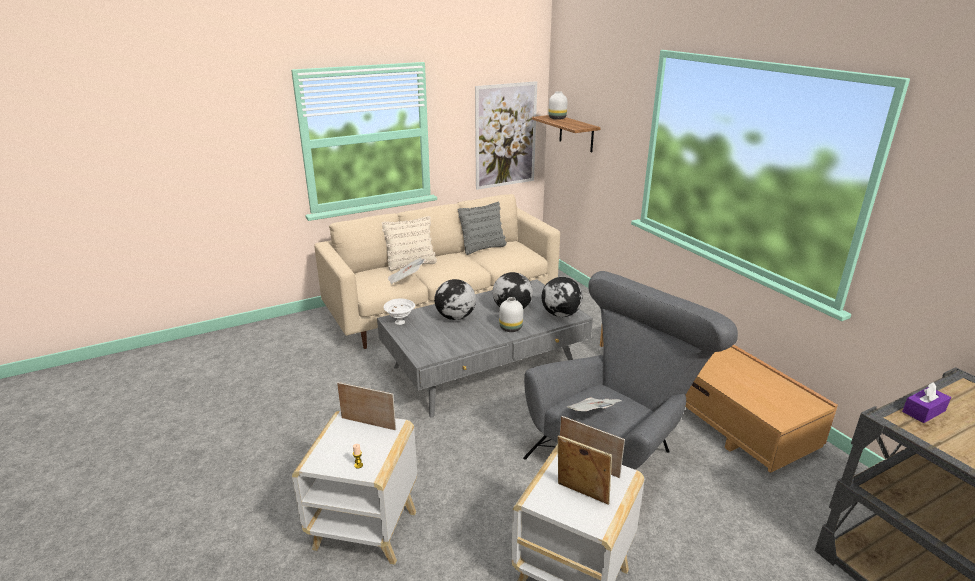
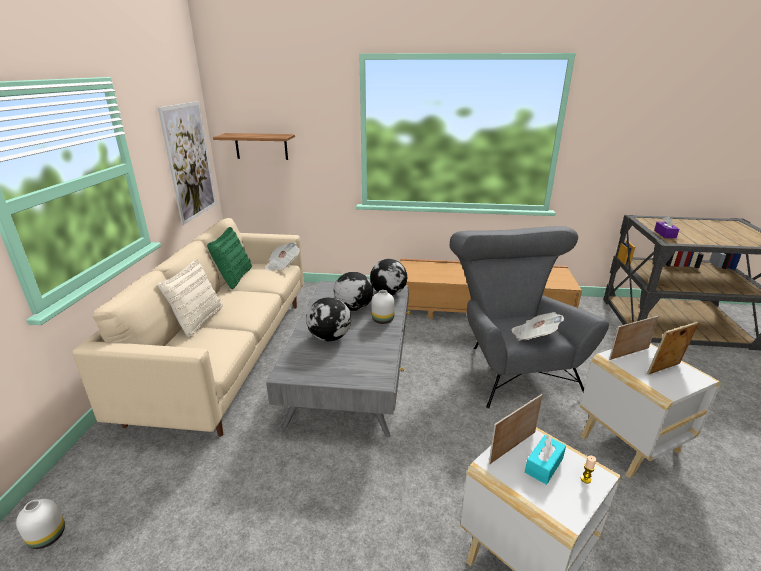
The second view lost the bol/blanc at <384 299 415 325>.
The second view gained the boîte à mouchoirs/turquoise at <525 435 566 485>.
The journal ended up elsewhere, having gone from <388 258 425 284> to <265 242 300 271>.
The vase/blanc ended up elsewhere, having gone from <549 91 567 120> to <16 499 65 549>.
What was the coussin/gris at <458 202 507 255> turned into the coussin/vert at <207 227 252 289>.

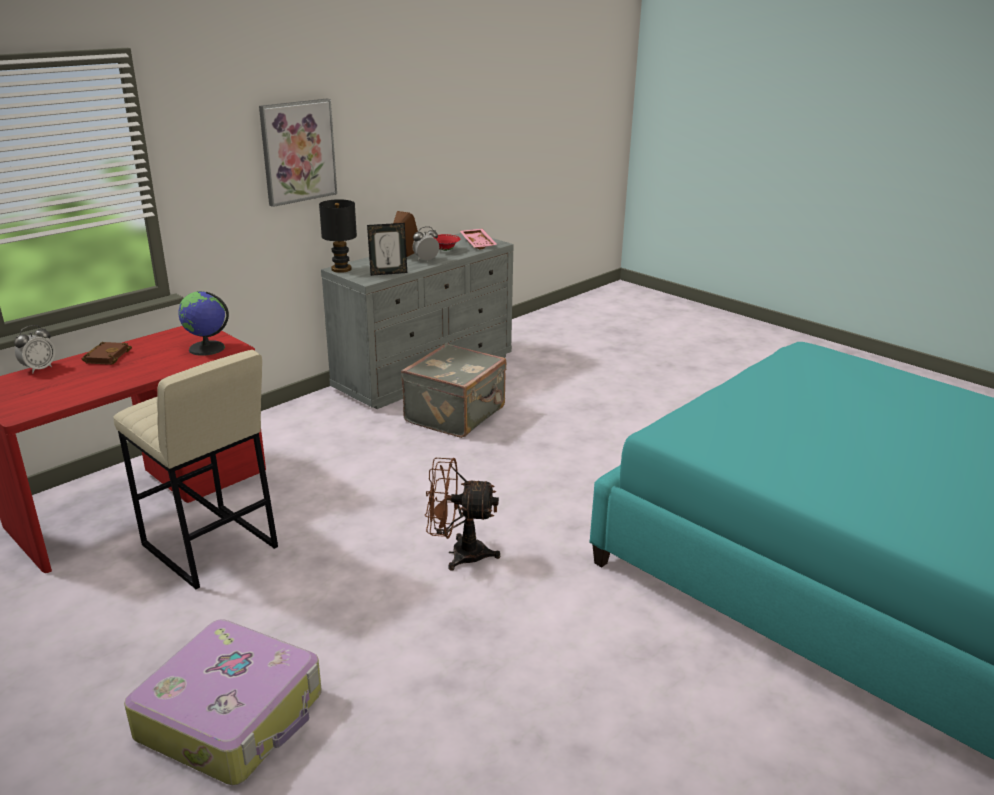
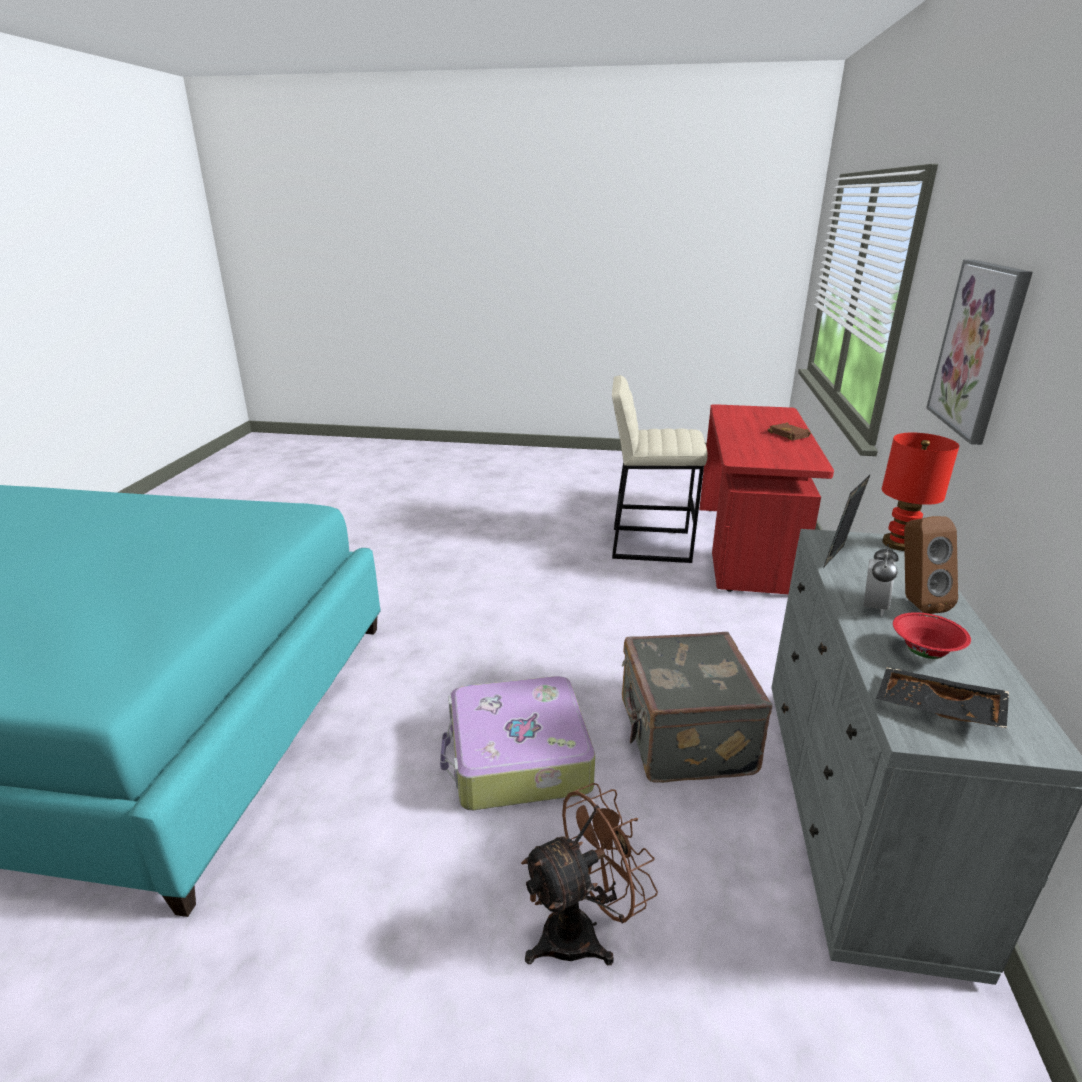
The second view lost the réveil at <14 325 55 373>.
The second view lost the globe at <178 291 229 356>.
The valise ended up elsewhere, having gone from <124 619 321 785> to <440 676 595 810>.
The ventilateur/marron ended up elsewhere, having gone from <425 458 500 570> to <521 783 658 965>.
What was the lampe de table/noir at <319 199 357 273> turned into the lampe de table/rouge at <882 433 959 551>.
What was the plateau/rose at <460 229 497 250> turned into the plateau/noir at <876 668 1009 728>.

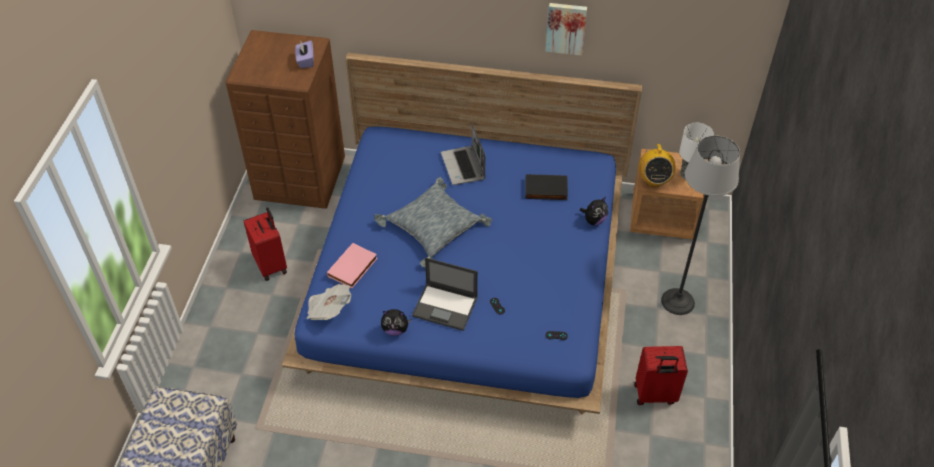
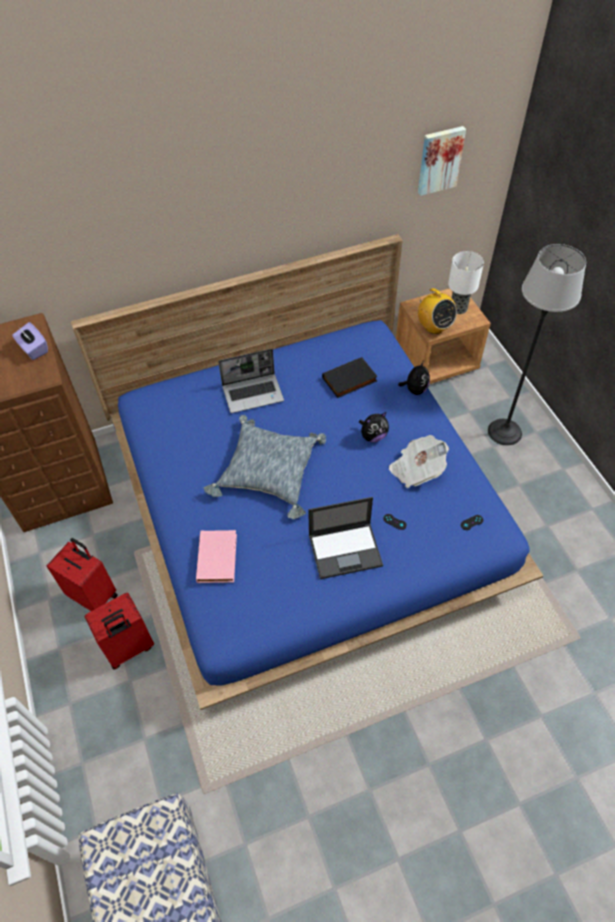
The journal ended up elsewhere, having gone from <307 284 351 320> to <389 435 449 488>.
The peluche ended up elsewhere, having gone from <381 309 412 336> to <359 412 389 442>.
The tableau ended up elsewhere, having gone from <546 3 587 56> to <418 126 466 196>.
The valise/rouge ended up elsewhere, having gone from <634 346 688 405> to <85 593 154 669>.
The ordinateur portable at <441 123 486 185> ended up facing another way, 60 degrees counterclockwise from before.

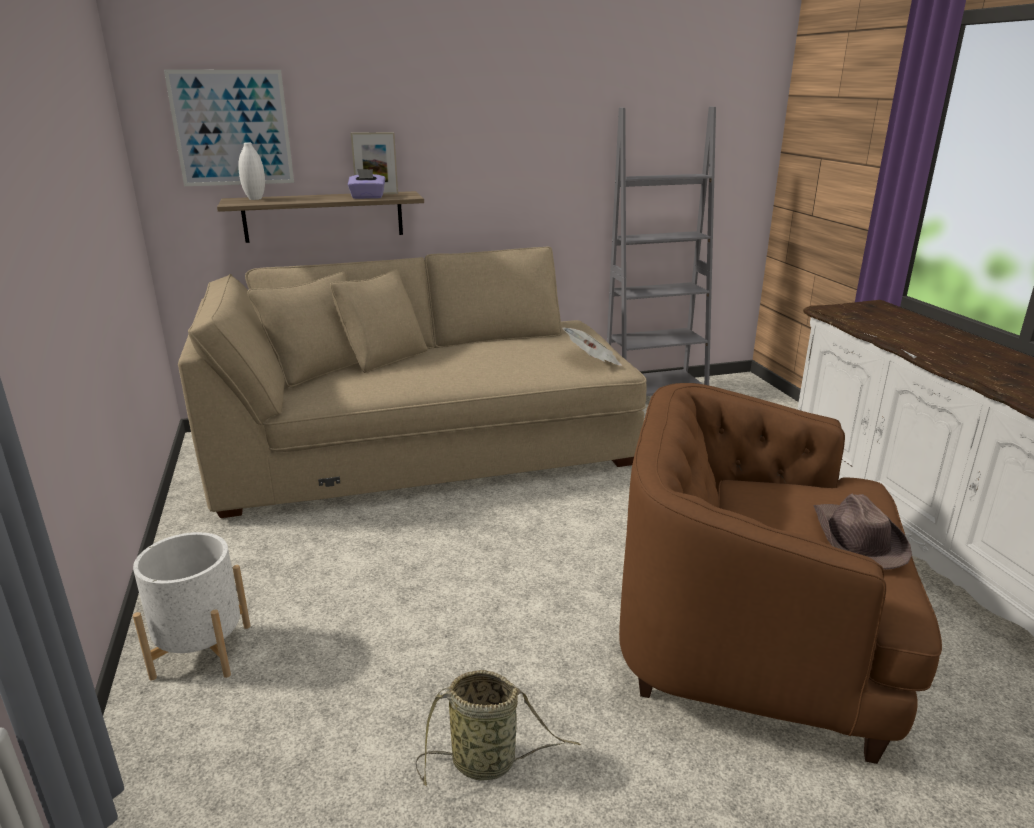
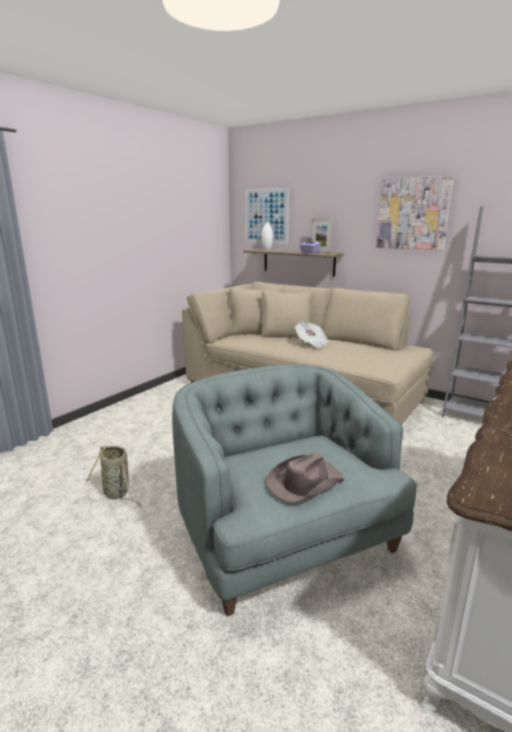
The second view lost the cache-pot/blanc at <133 532 251 681>.
The second view gained the tableau at <376 176 454 250>.
The journal ended up elsewhere, having gone from <562 327 622 366> to <295 321 329 349>.
What was the fauteuil/marron at <619 383 942 764> turned into the fauteuil/gris at <172 364 417 616>.

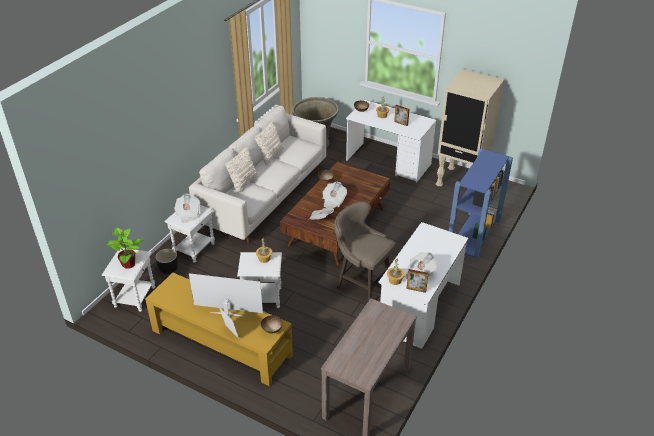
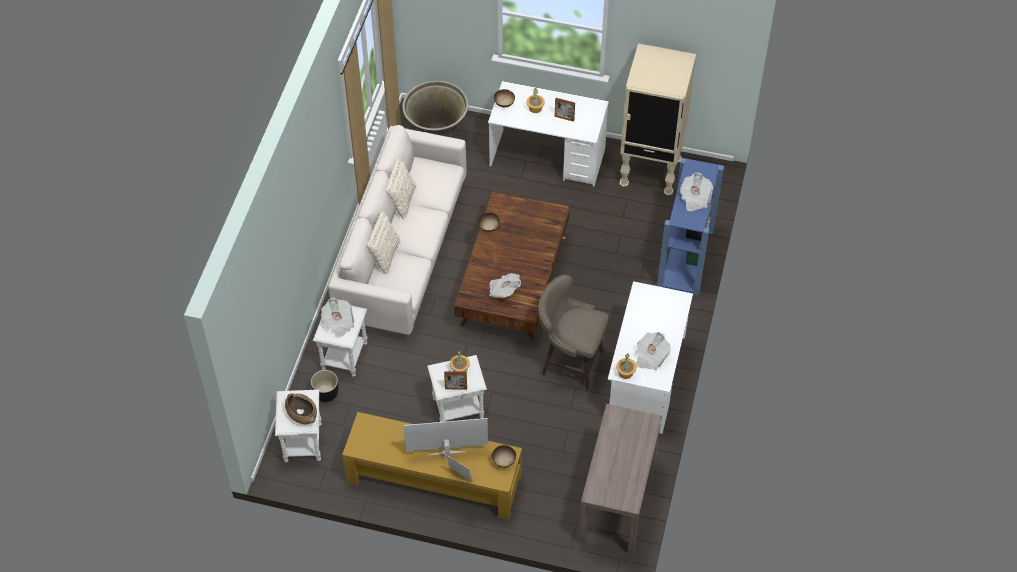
The journal ended up elsewhere, having gone from <322 182 347 208> to <680 173 713 211>.
The cadre photo ended up elsewhere, having gone from <407 269 428 293> to <444 372 467 390>.
Where the plante en pot stood at <106 227 144 269>, the bol/marron came to stand at <285 393 317 424>.

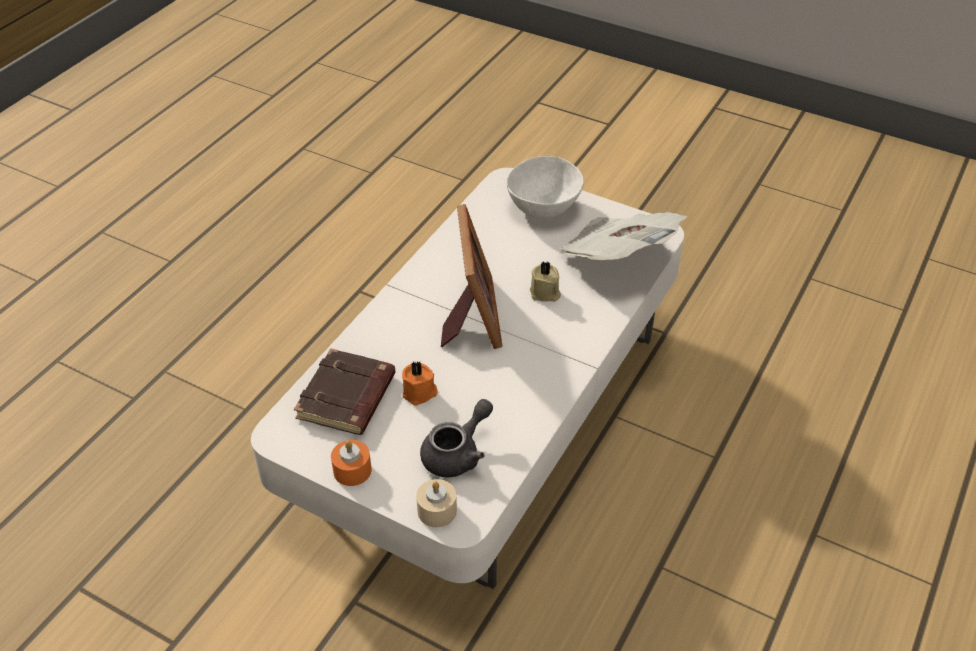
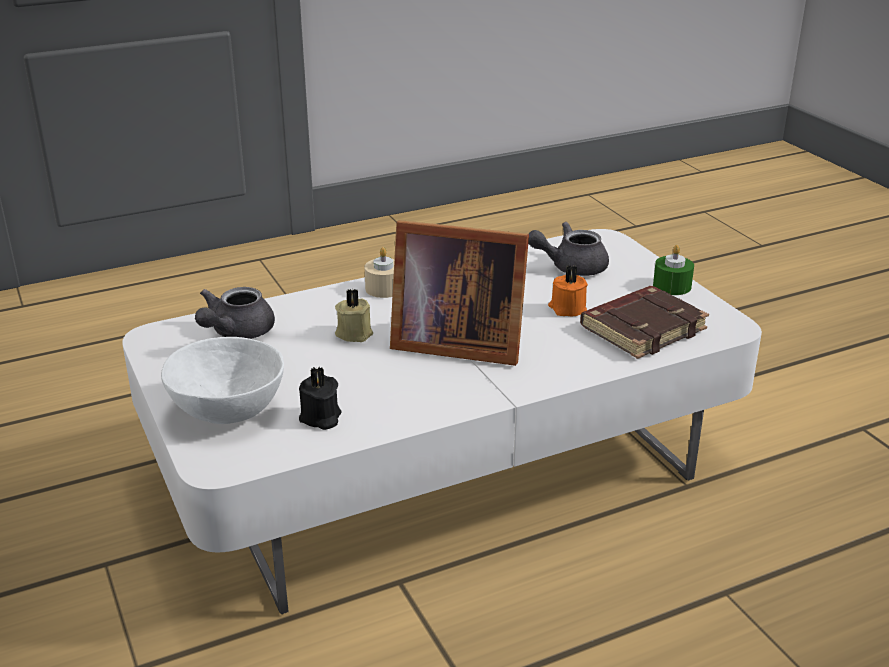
The second view gained the bougie/noir at <299 366 342 430>.
The bougie/beige ended up elsewhere, having gone from <416 479 457 527> to <364 247 394 298>.
Where the journal stood at <559 212 687 260>, the théière/gris came to stand at <195 287 275 339>.
What was the bougie/orange at <331 440 372 486> turned into the bougie/vert at <653 245 694 295>.
The cadre photo at <441 204 503 349> ended up facing another way, 105 degrees counterclockwise from before.

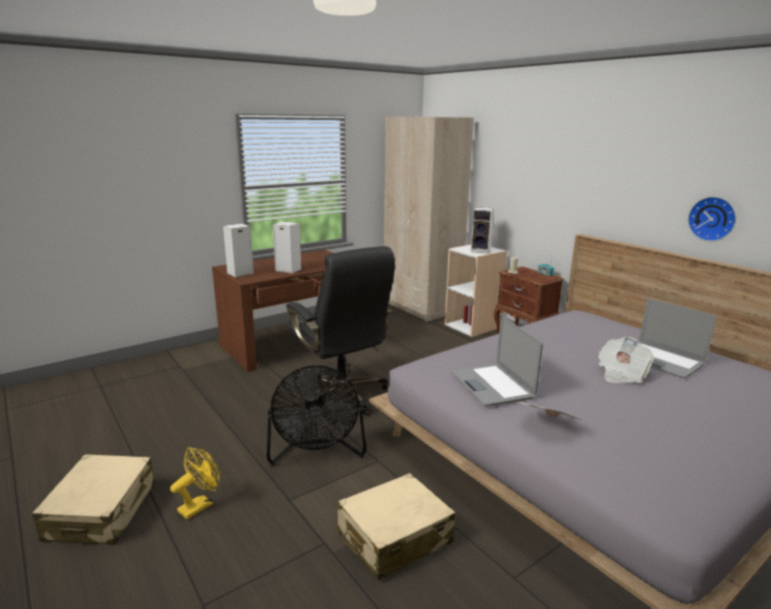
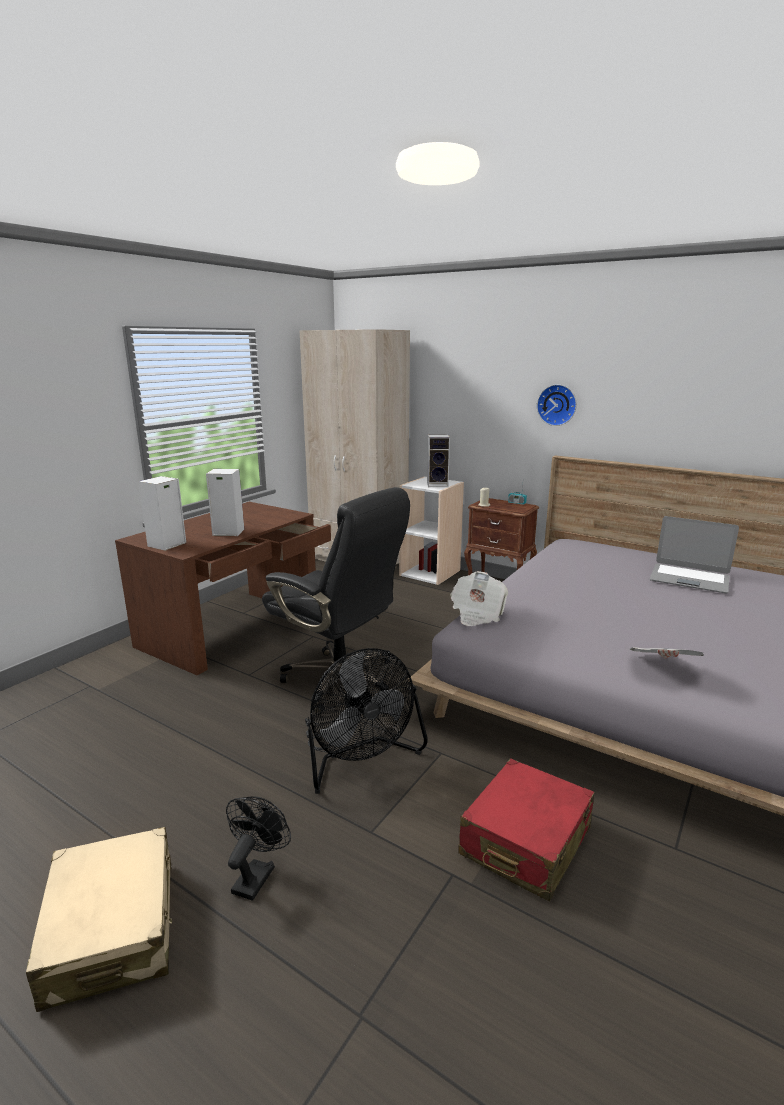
The second view lost the ordinateur portable at <451 317 543 406>.
The journal ended up elsewhere, having gone from <598 337 654 383> to <450 571 509 626>.
The horloge murale ended up elsewhere, having gone from <688 197 736 241> to <537 384 577 426>.
What was the ventilateur/jaune at <170 447 220 519> turned into the ventilateur/noir at <226 796 291 901>.
What was the valise/beige at <337 473 455 580> turned into the valise/rouge at <458 758 595 901>.

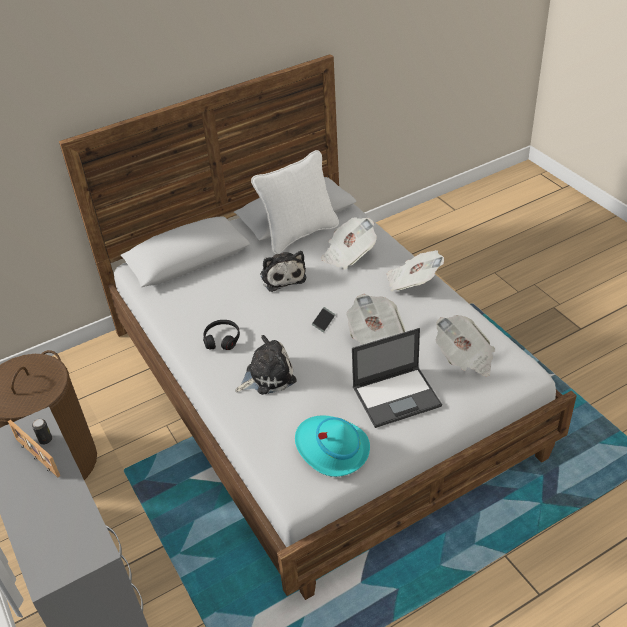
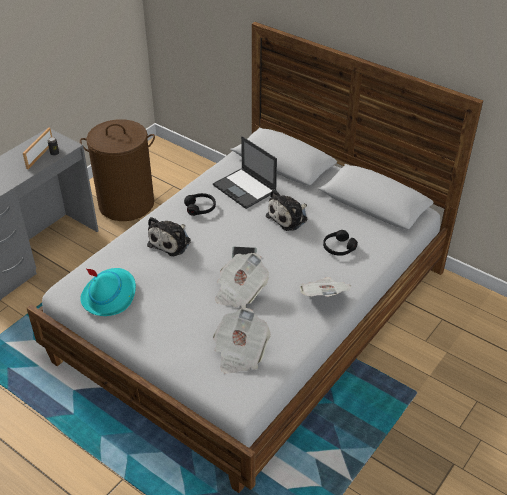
The second view lost the coussin/blanc at <251 150 339 254>.
The ordinateur portable ended up elsewhere, having gone from <352 328 442 428> to <213 136 277 209>.
Where the journal stood at <321 217 377 269>, the casque audio/noir came to stand at <323 230 358 256>.
The peluche at <235 335 297 395> ended up facing another way, 75 degrees clockwise from before.

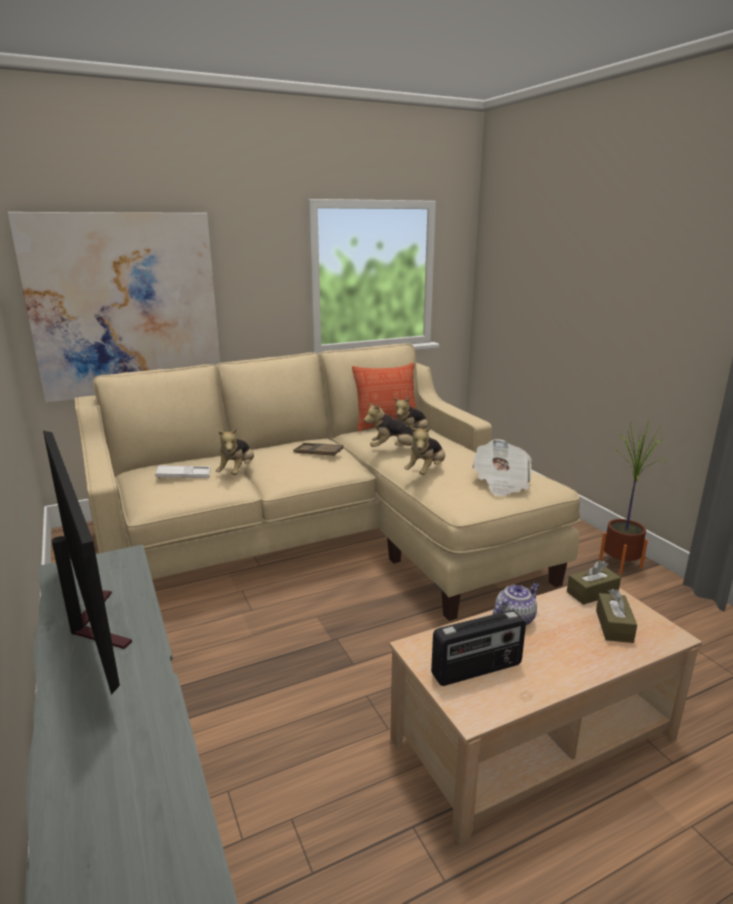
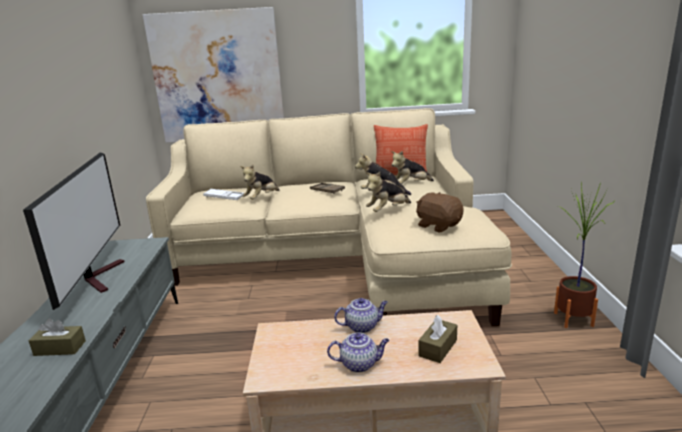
The second view lost the radio at <431 610 526 686>.
The second view gained the théière at <327 332 389 373>.
The boîte à mouchoirs/marron ended up elsewhere, having gone from <567 560 621 605> to <28 318 86 356>.
Where the journal stood at <472 439 532 496>, the peluche/marron came to stand at <416 192 464 233>.

